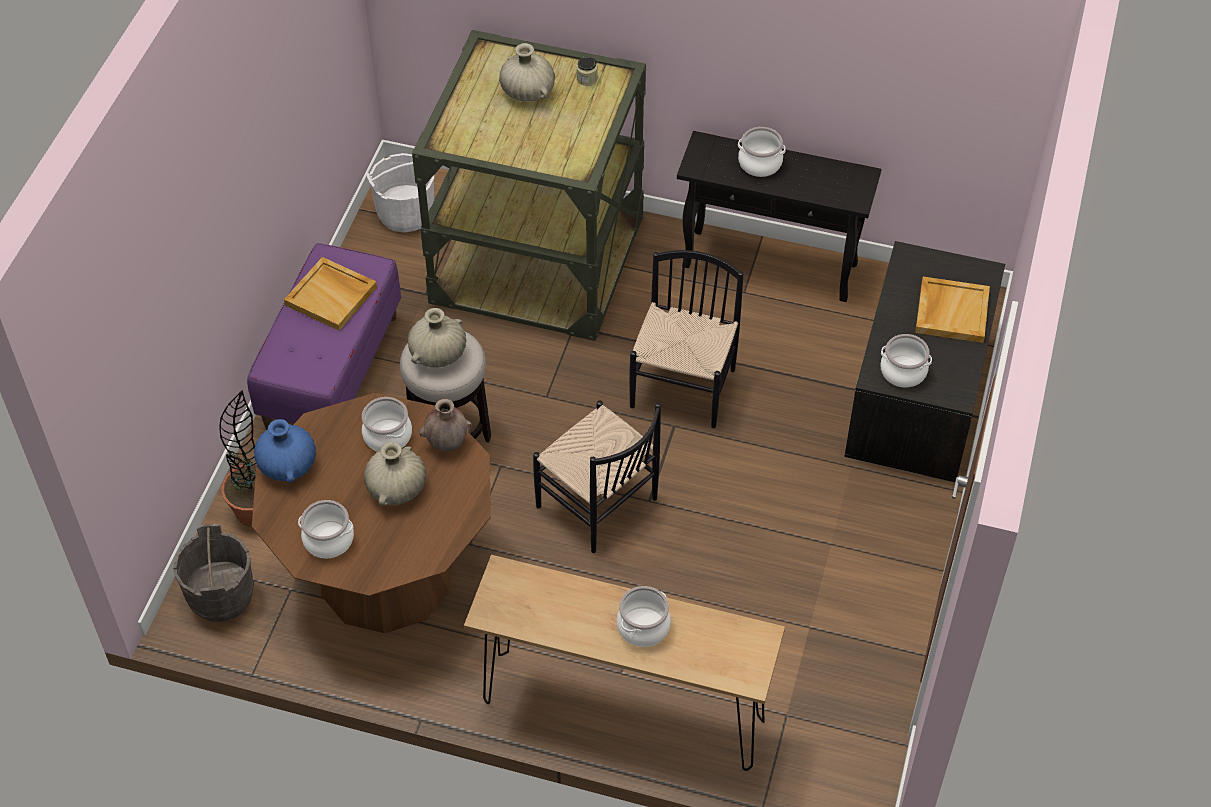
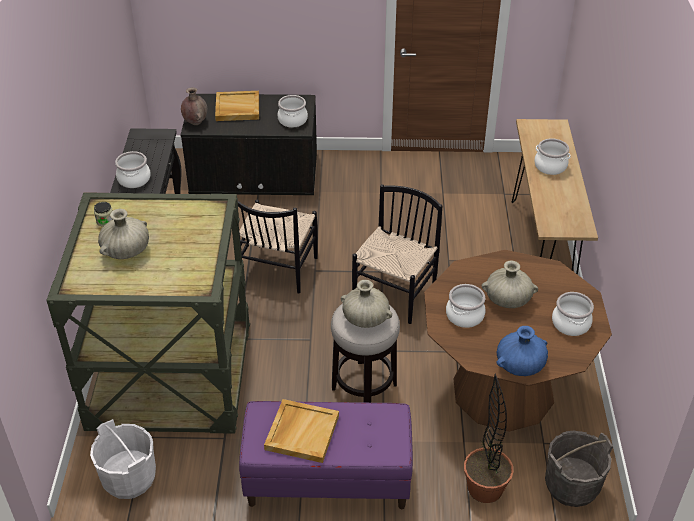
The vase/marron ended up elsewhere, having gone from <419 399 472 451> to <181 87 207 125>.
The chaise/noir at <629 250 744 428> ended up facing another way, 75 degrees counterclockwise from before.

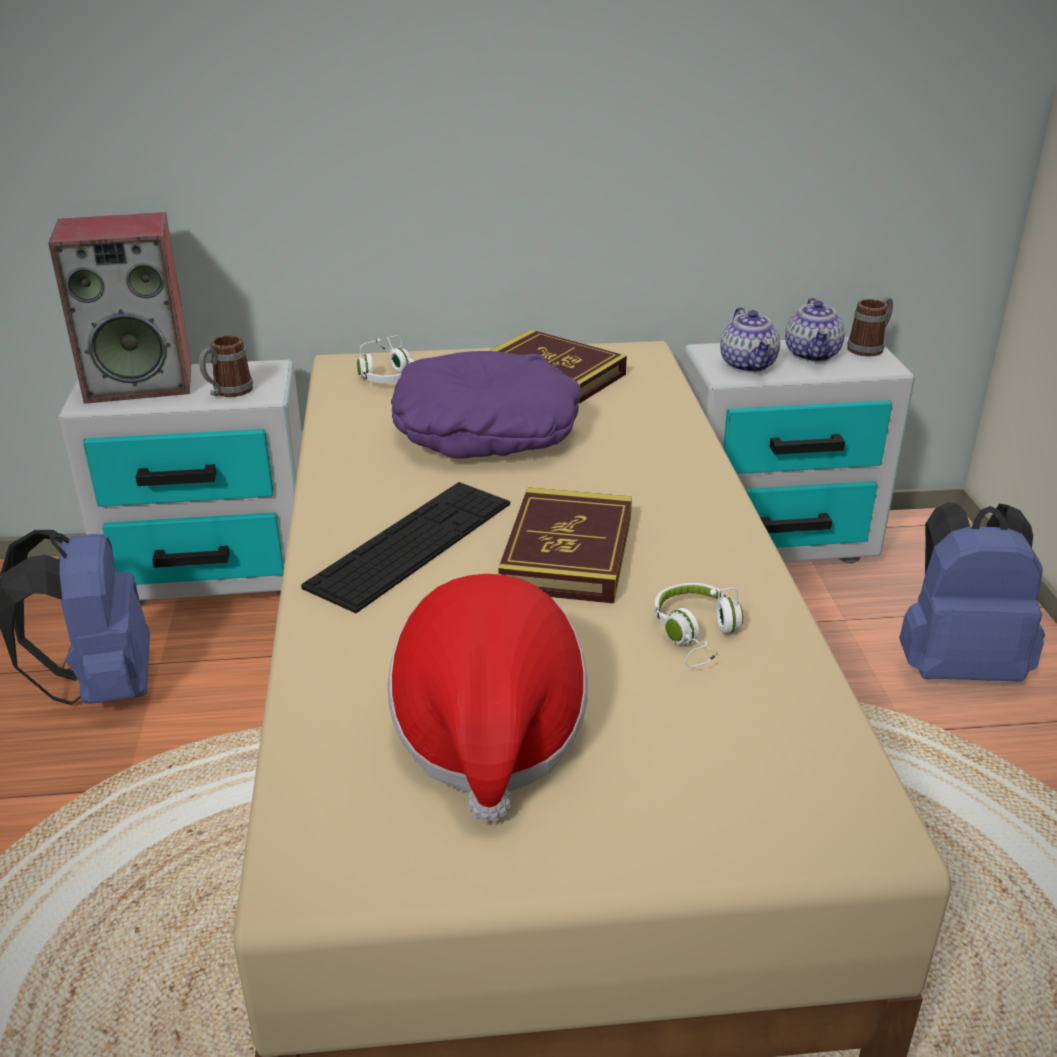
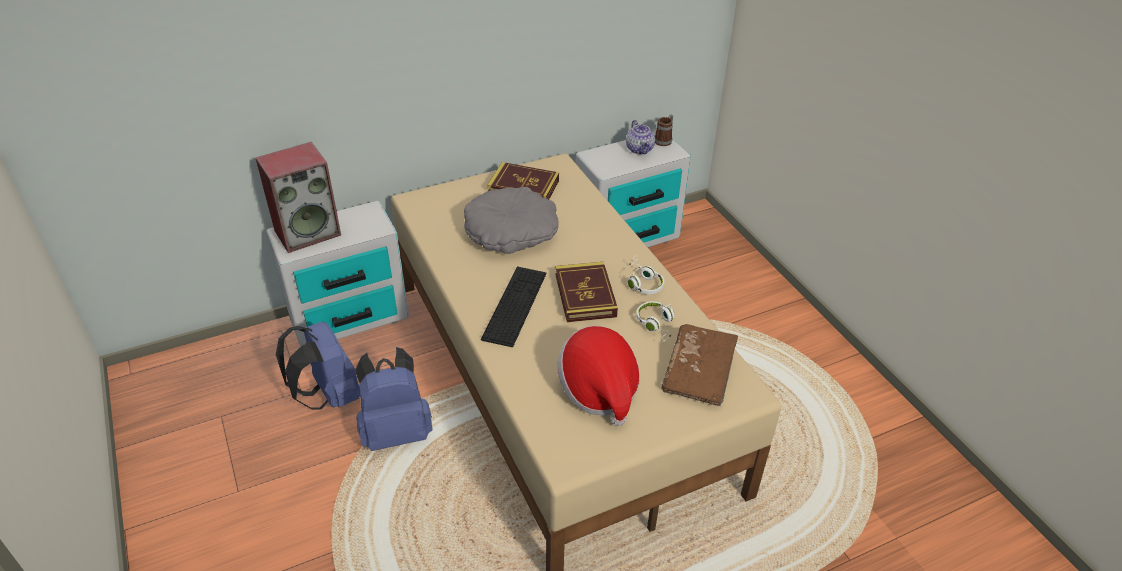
The second view lost the mug at <199 335 253 397>.
The second view lost the théière at <720 307 780 372>.
The second view gained the livre/marron at <661 324 738 406>.
The casque audio/blanc ended up elsewhere, having gone from <357 336 414 384> to <628 255 664 294>.
The sac à dos/bleu ended up elsewhere, having gone from <899 502 1045 682> to <355 347 432 451>.
What was the coussin/violet at <391 351 581 459> turned into the coussin/gris at <464 187 559 254>.

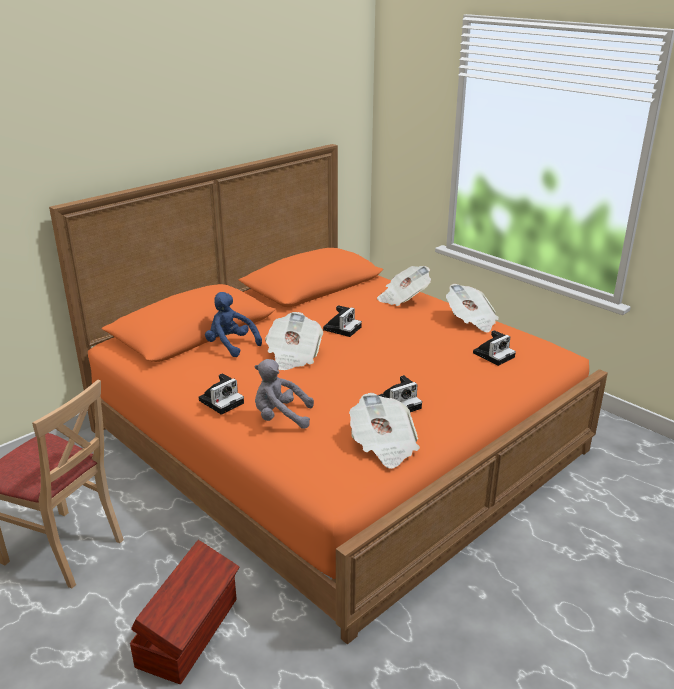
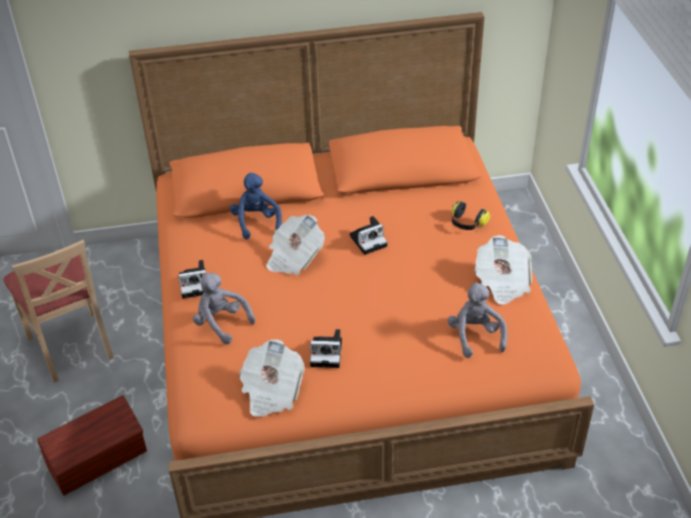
Where the journal stood at <377 266 431 306>, the casque audio came to stand at <452 201 490 230>.
Where the appareil photo stood at <473 330 516 366>, the peluche/gris came to stand at <447 282 507 358>.

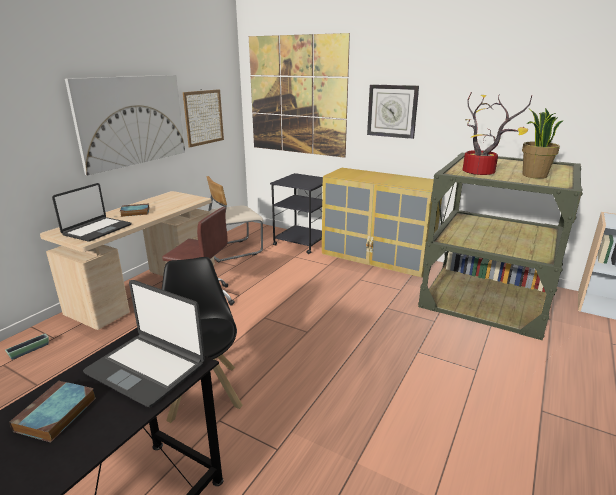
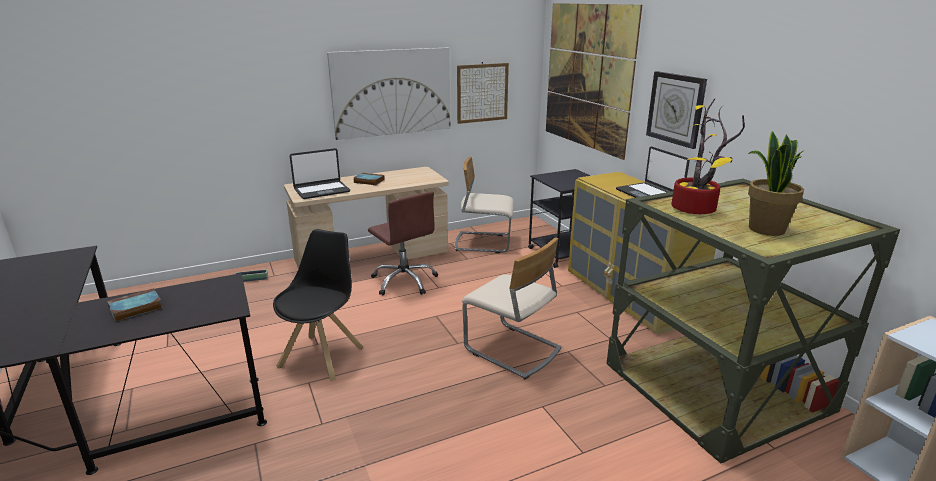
The second view gained the chaise/beige at <462 237 561 379>.
The ordinateur portable ended up elsewhere, having gone from <83 280 205 407> to <616 146 690 198>.

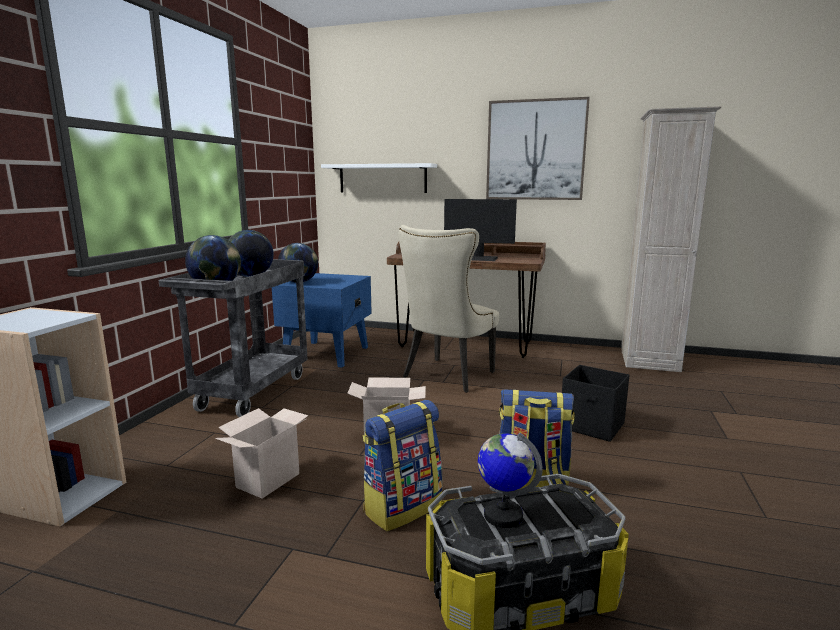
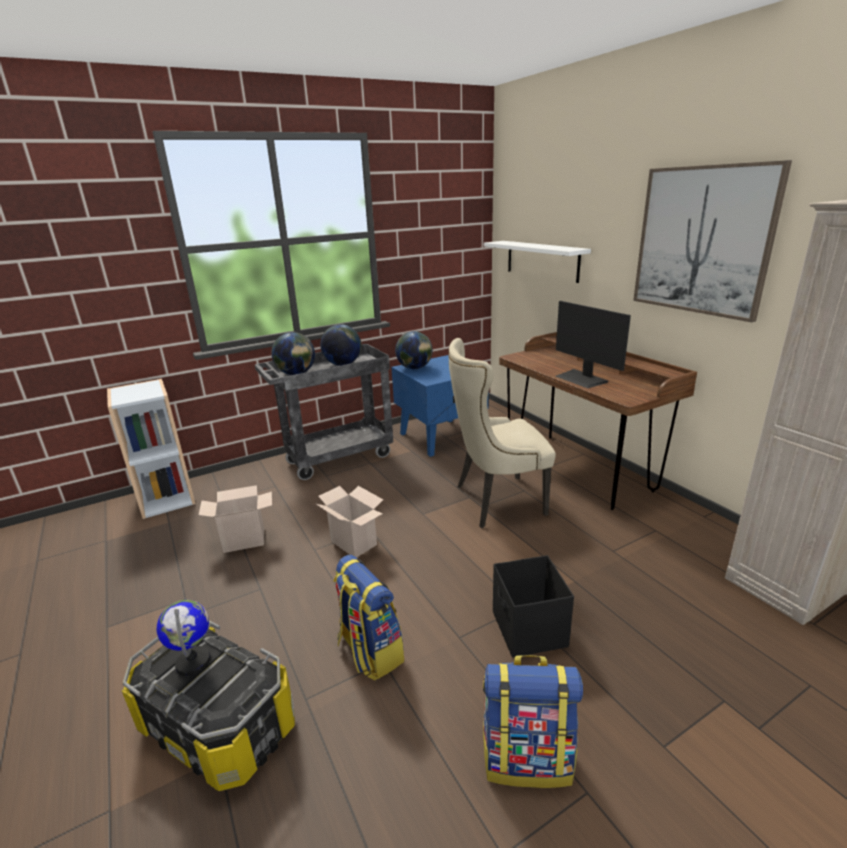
The sac à dos ended up elsewhere, having gone from <363 400 443 531> to <483 655 583 788>.

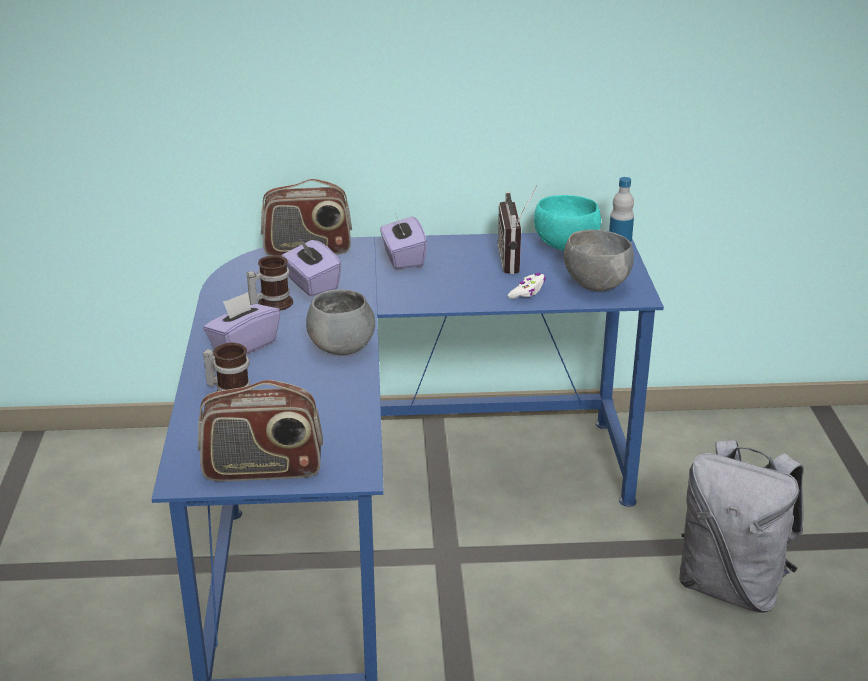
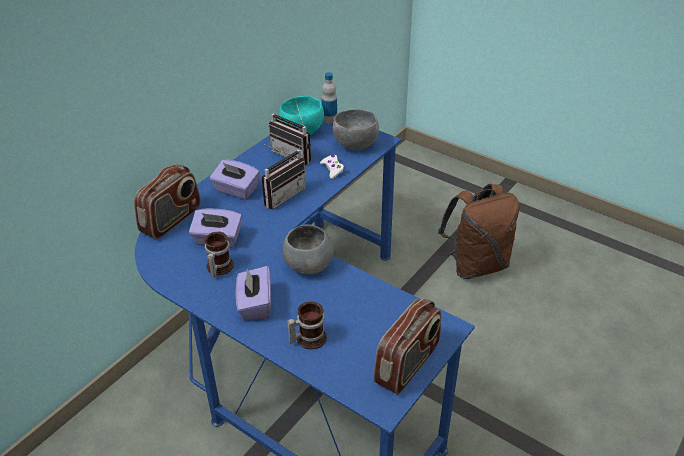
The second view gained the radio at <261 144 306 209>.
What was the sac à dos/gris at <679 440 804 613> turned into the sac à dos/marron at <438 184 519 279>.

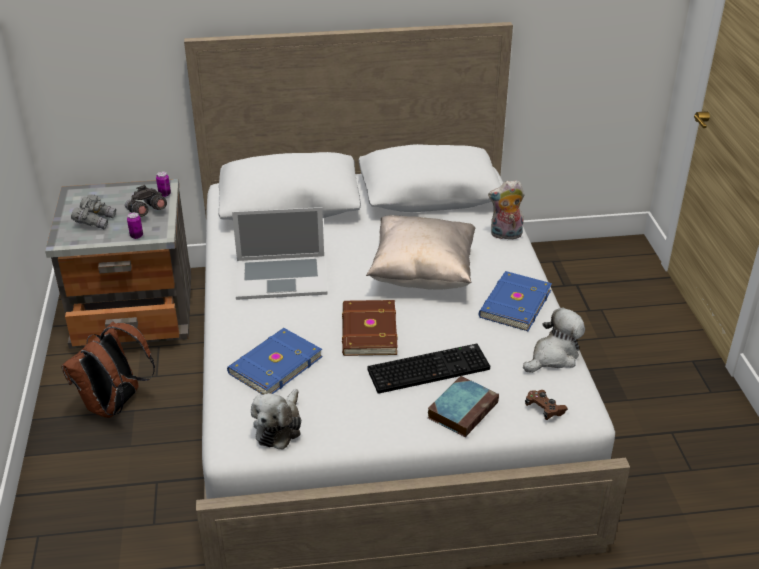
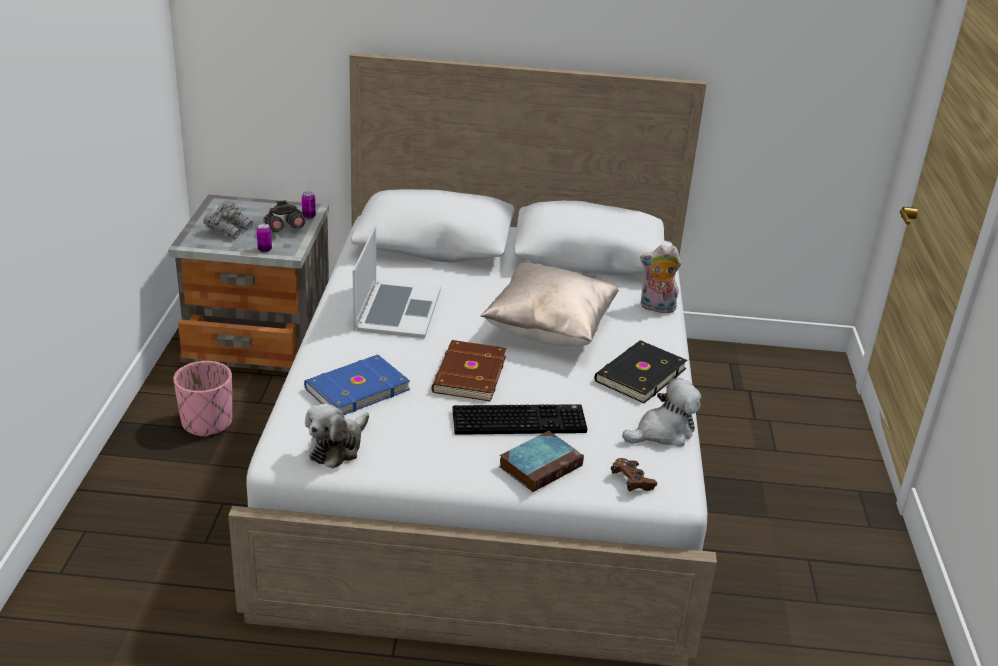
Where the sac à dos/marron stood at <61 322 155 418>, the cache-pot/rose came to stand at <173 361 232 437>.
What was the livre/bleu at <479 271 552 331> turned into the livre/noir at <595 340 687 403>.
The ordinateur portable at <232 207 328 300> ended up facing another way, 90 degrees counterclockwise from before.

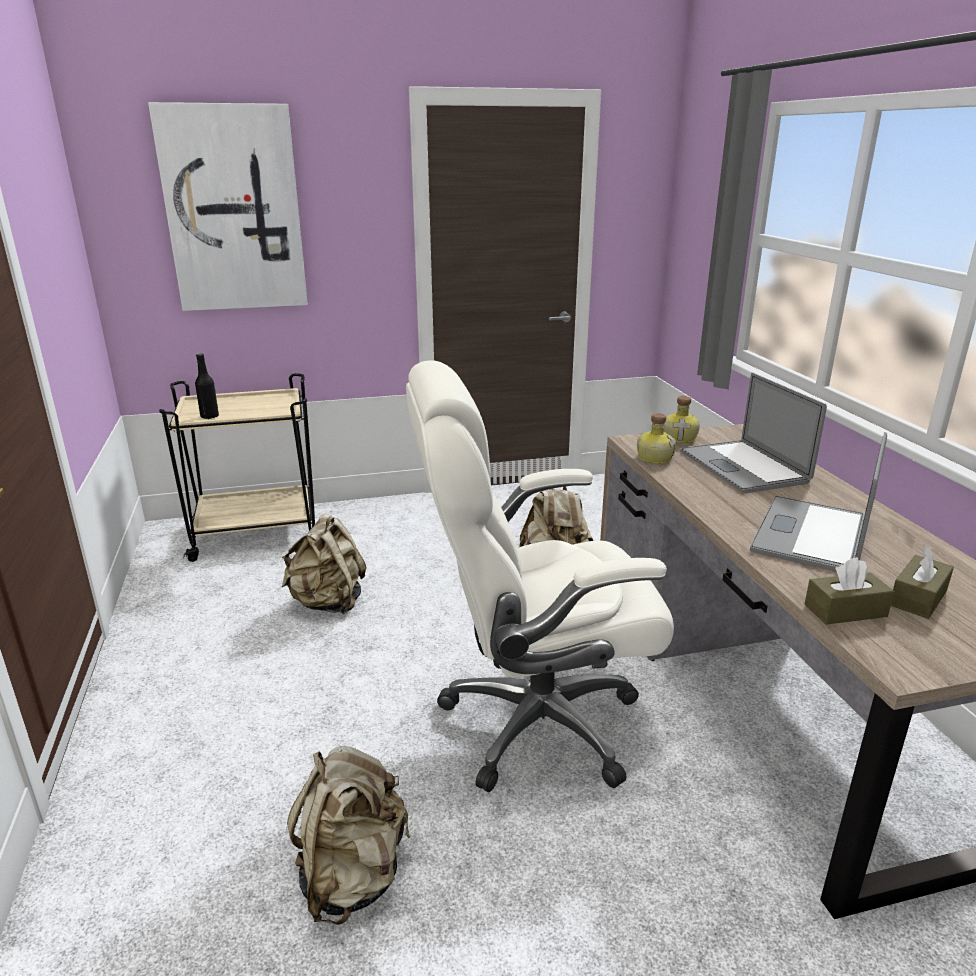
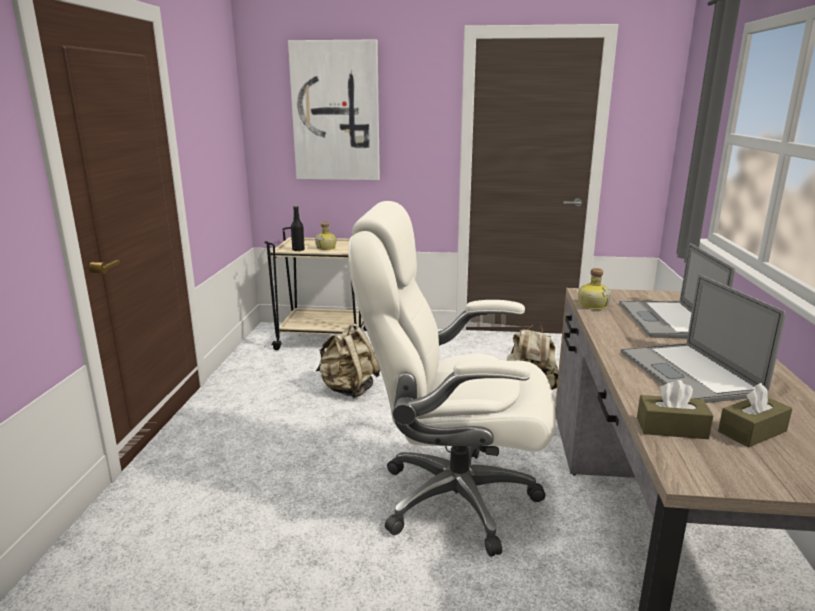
The second view lost the sac à dos/beige at <287 746 410 925>.
The bouteille ended up elsewhere, having gone from <664 396 700 443> to <315 222 336 250>.
The ordinateur portable at <750 432 887 572> ended up facing another way, 60 degrees counterclockwise from before.

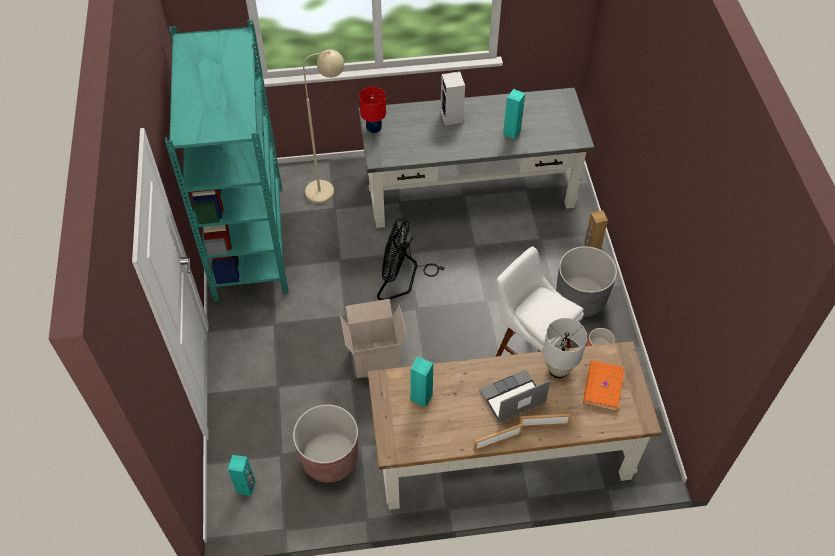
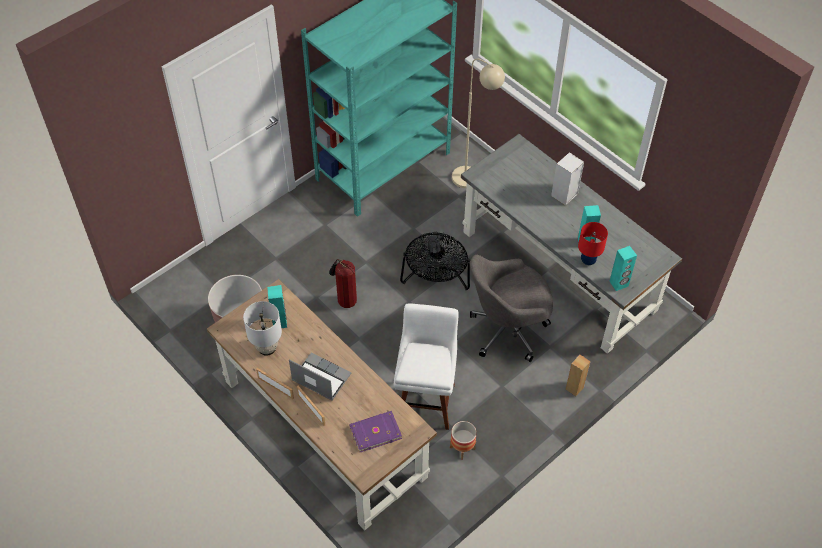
The second view lost the cache-pot/gris at <556 246 617 317>.
The second view gained the chaise de bureau/gris at <470 255 553 362>.
The enceinte/turquoise ended up elsewhere, having gone from <228 455 256 496> to <609 246 637 291>.
The lampe de table/rouge ended up elsewhere, having gone from <359 87 386 133> to <578 222 608 265>.
The lampe de table/blanc ended up elsewhere, having gone from <543 318 587 378> to <243 301 282 356>.
Where the carton stood at <340 299 407 378>, the extincteur came to stand at <329 259 357 308>.
What was the livre/orange at <583 360 624 411> turned into the livre/violet at <349 411 402 452>.
The ventilateur/noir at <377 218 445 300> ended up facing another way, 150 degrees counterclockwise from before.

